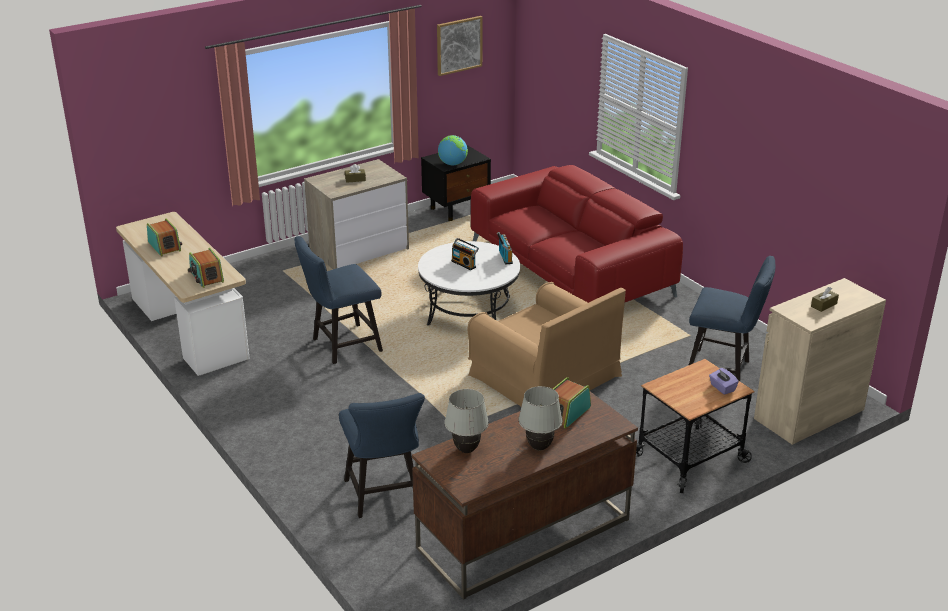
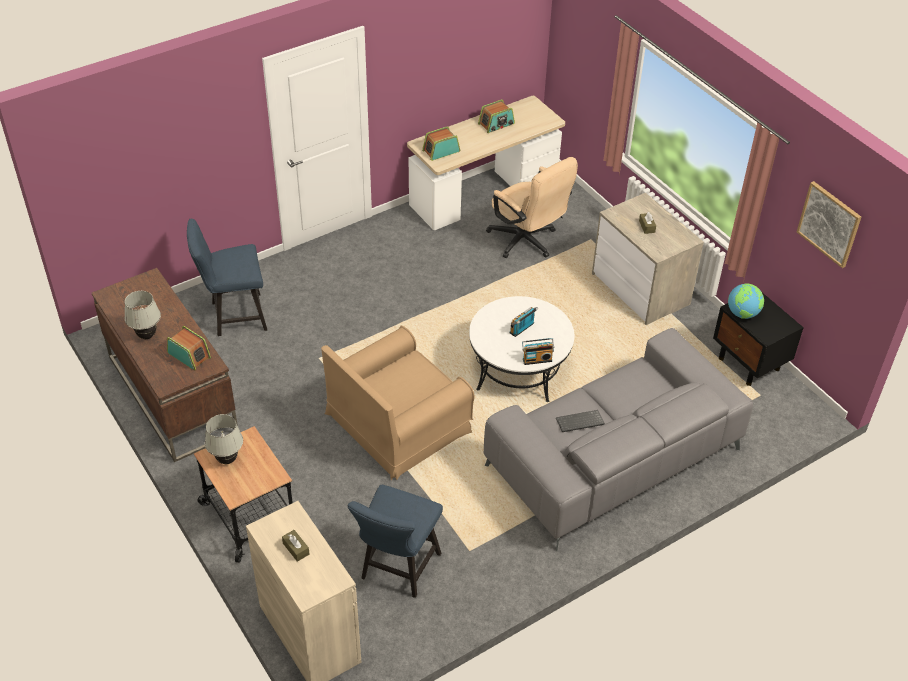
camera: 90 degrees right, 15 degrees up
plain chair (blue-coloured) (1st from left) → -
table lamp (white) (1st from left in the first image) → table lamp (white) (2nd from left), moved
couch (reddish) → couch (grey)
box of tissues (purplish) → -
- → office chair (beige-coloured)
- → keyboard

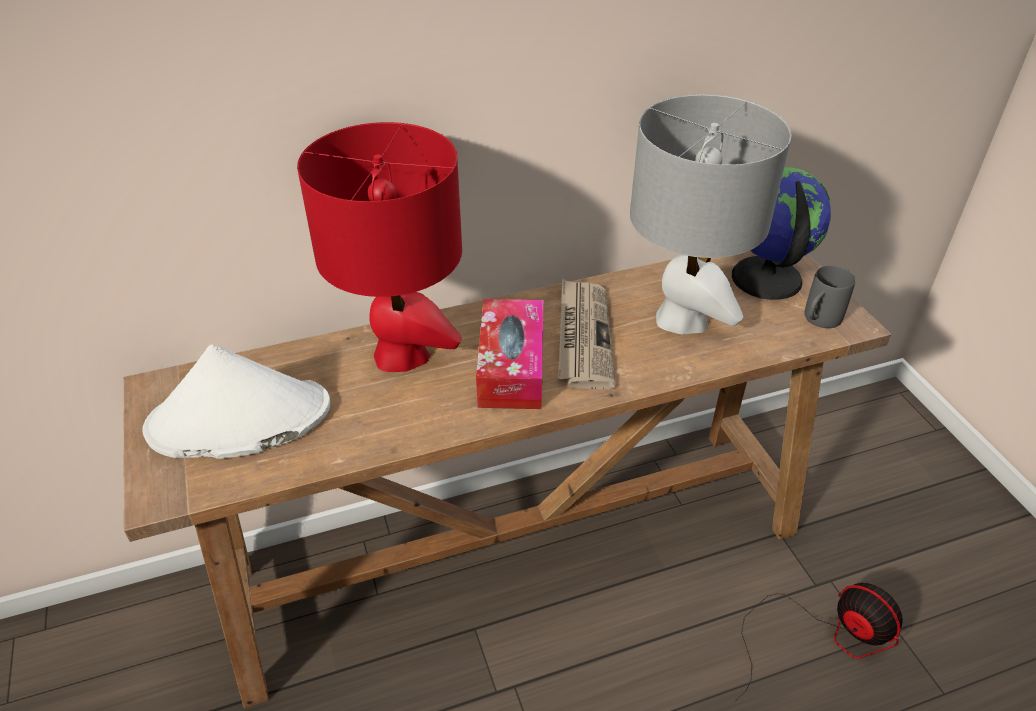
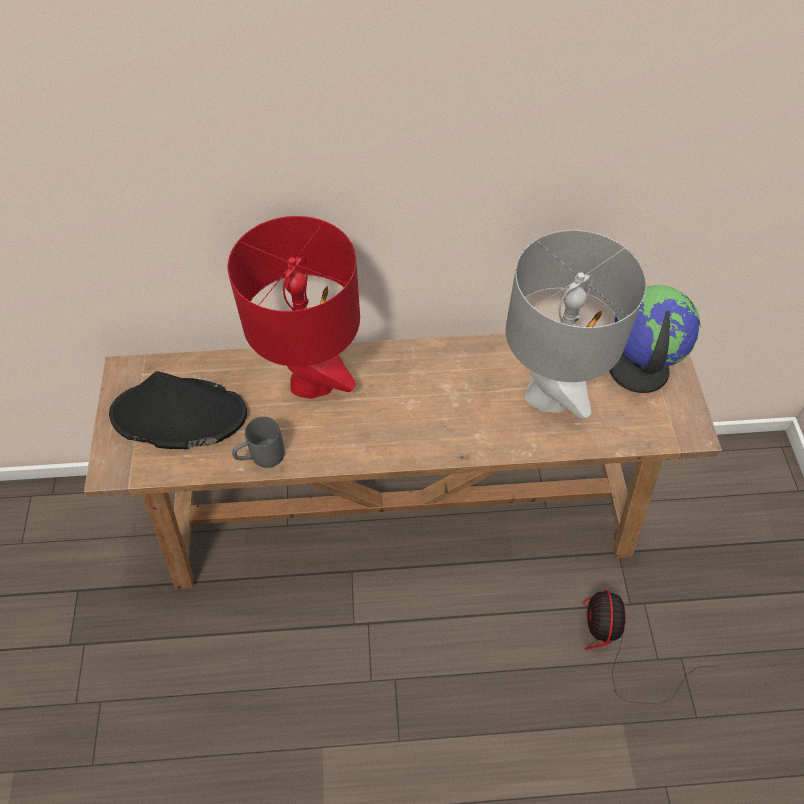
camera: 15 degrees right, 15 degrees up
clothing hat (white) → clothing hat (blackish)
box of tissues → -
printed paper → -
electric fan, 150 degrees counterclockwise
tea mug (grey), moved

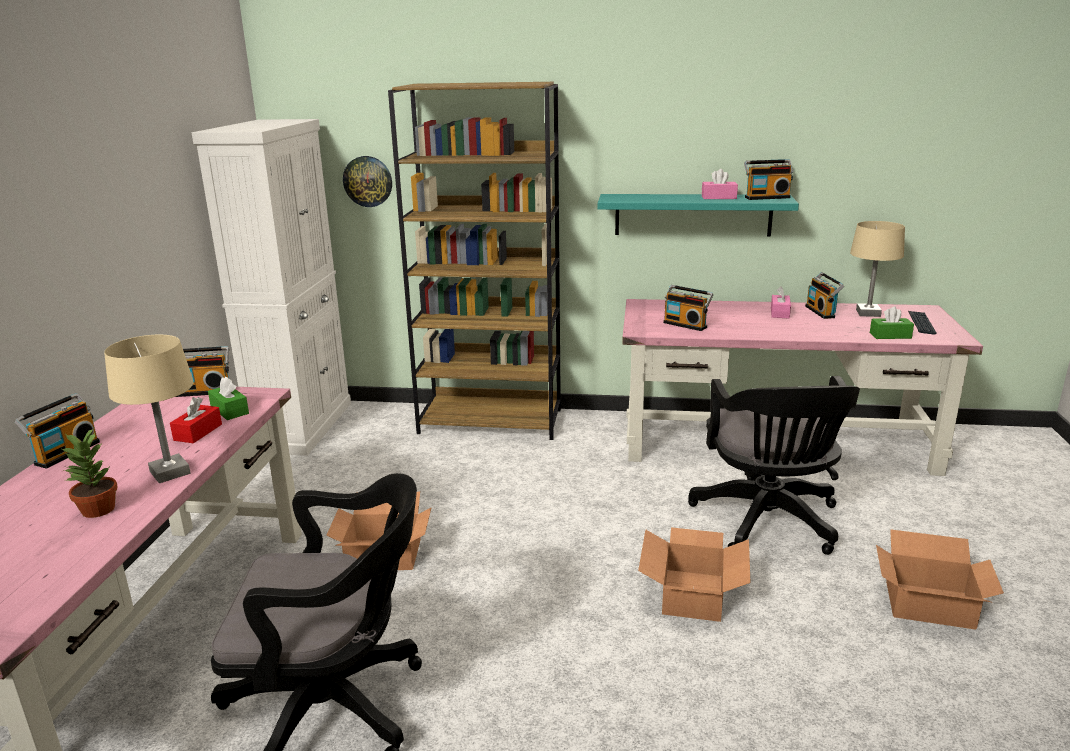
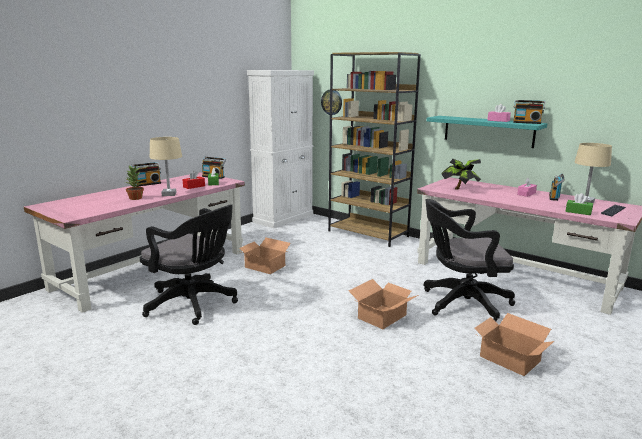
camera: 30 degrees right, 5 degrees down
radio receiver (3rd from left) → houseplant (2nd from left)
office chair (blackish) (2nd from left), 60 degrees clockwise

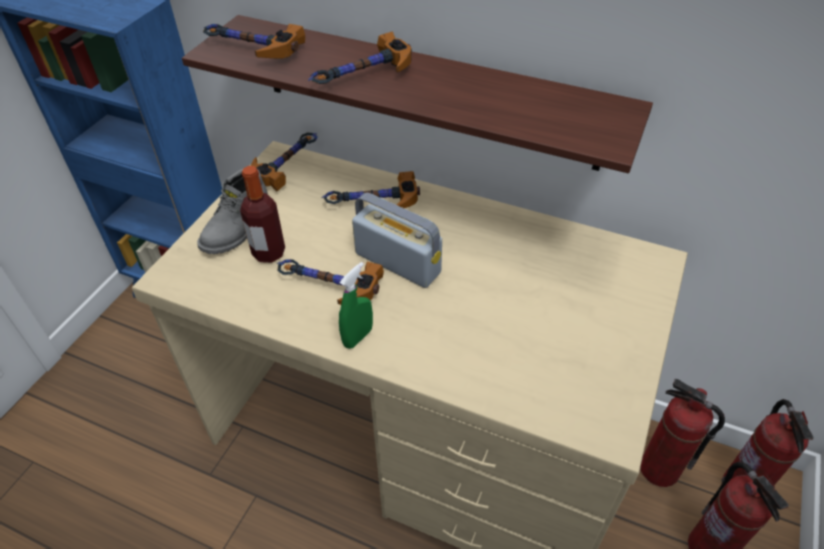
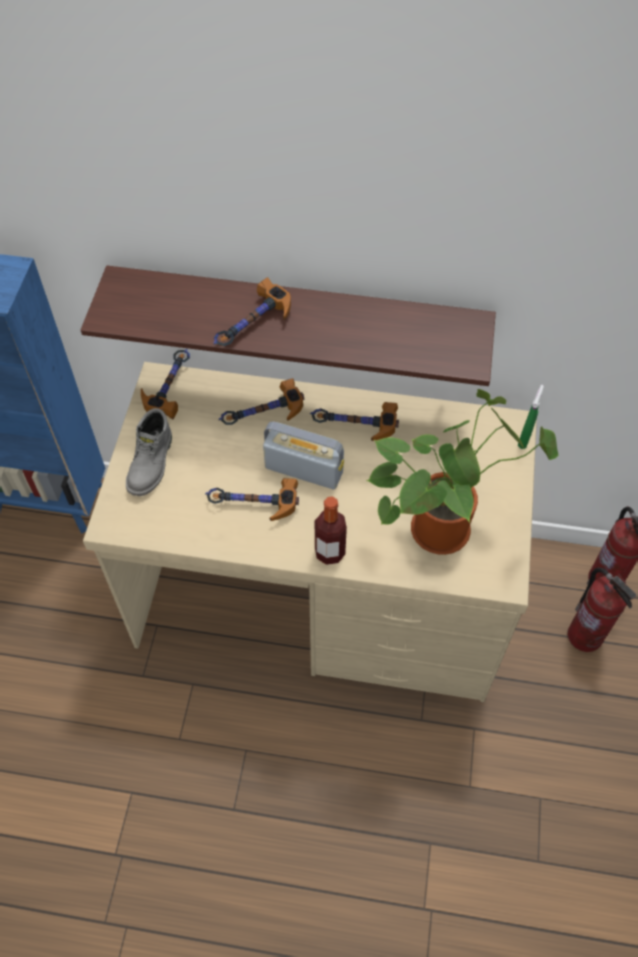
camera: 15 degrees left, 10 degrees up
hammer (1st from left in the first image) → hammer (5th from left), moved
beverage bottle, moved
spray bottle (green-coloured), moved
fire-fighting cylinder (1st from left) → -
- → houseplant

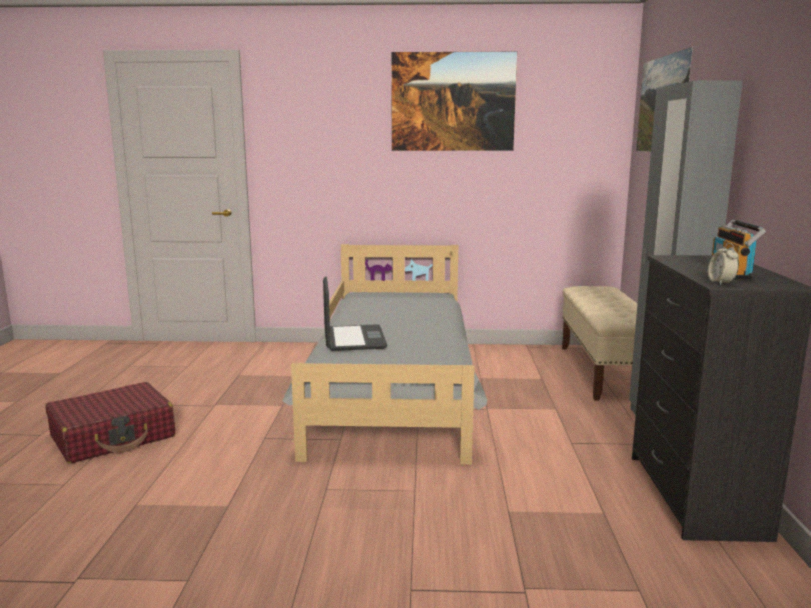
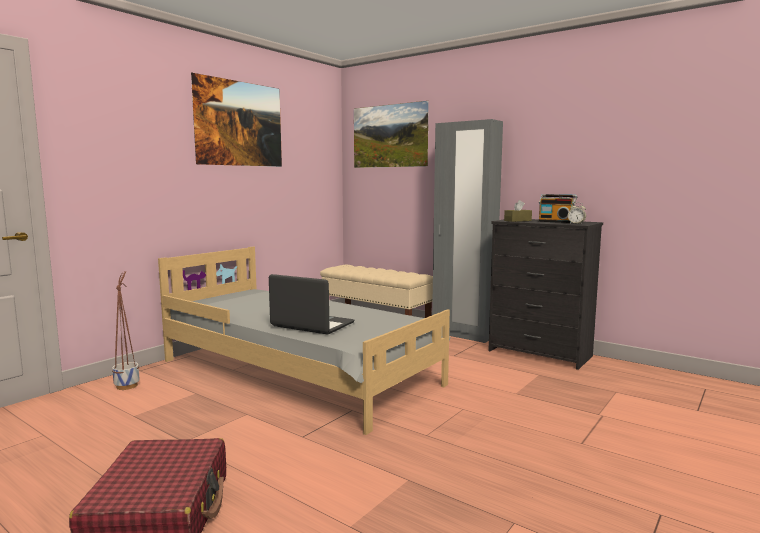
camera: 55 degrees left, 5 degrees down
- → planter
- → box of tissues (brownish)

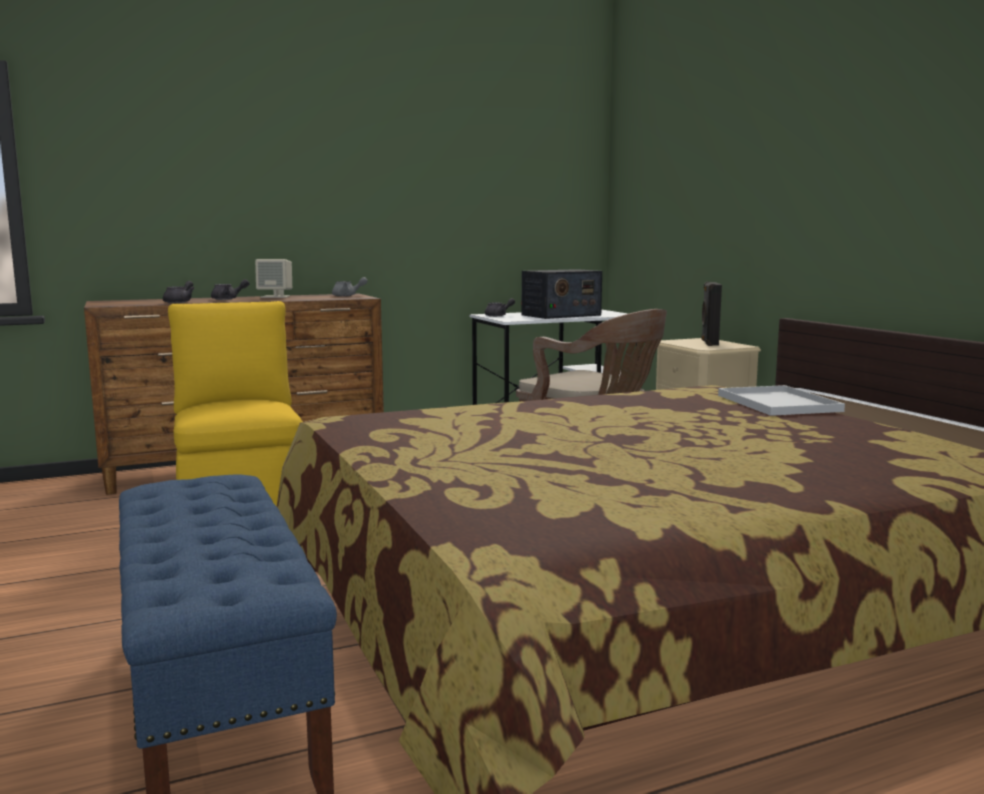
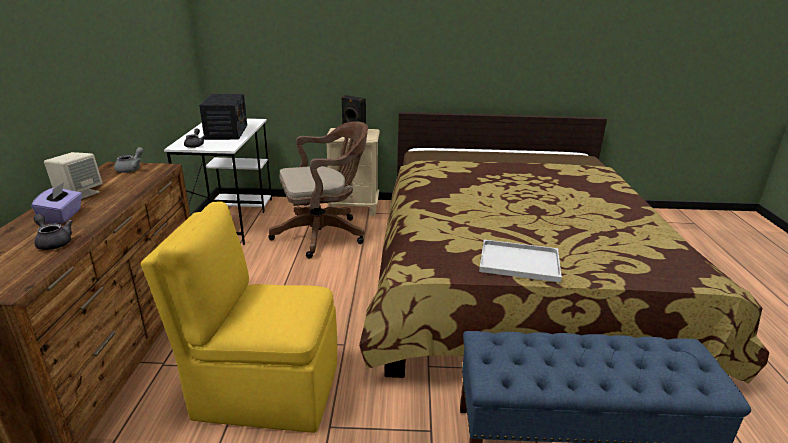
camera: 65 degrees left, 15 degrees up
teapot (grey) (2nd from left) → box of tissues (purplish)
carrying tray (white), moved

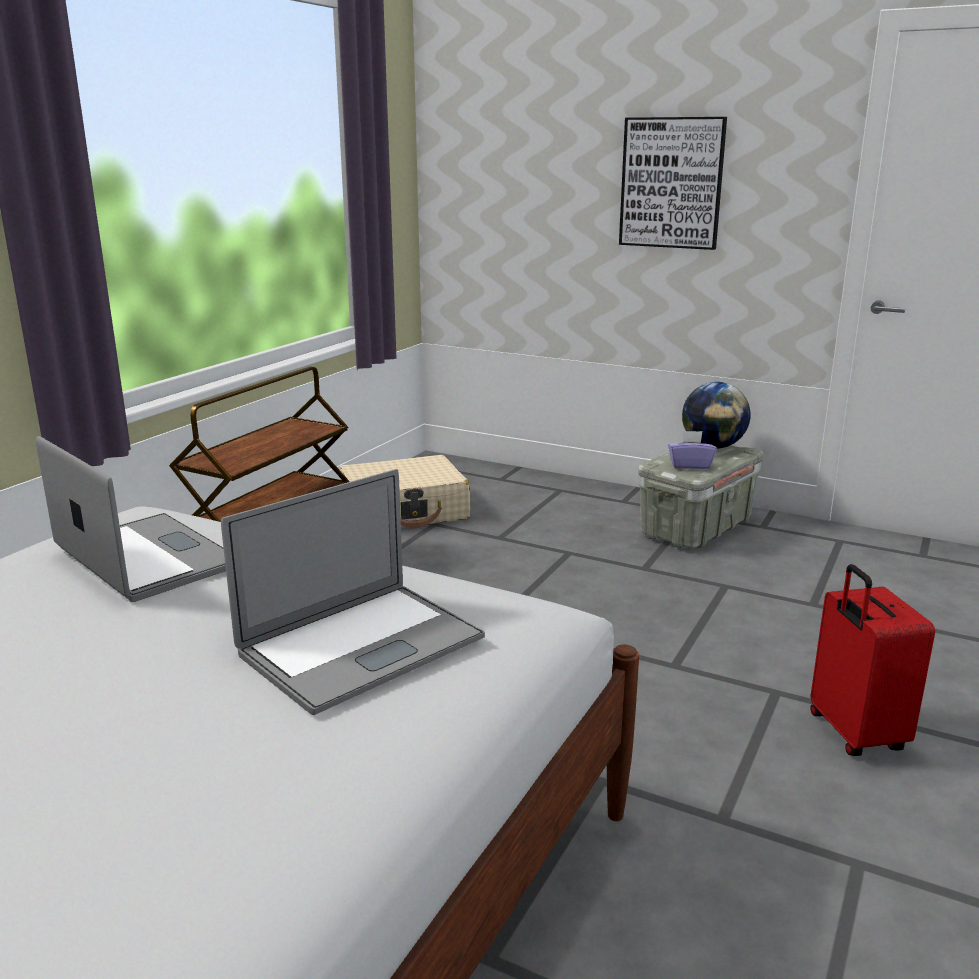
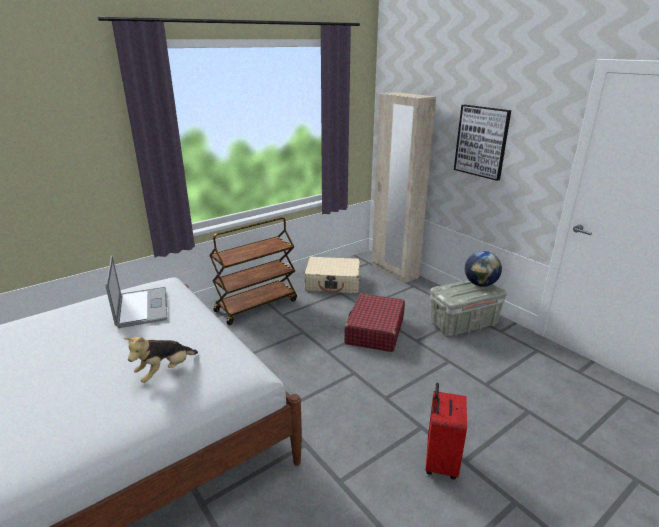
camera: 25 degrees right, 5 degrees up
laptop (2nd from left) → plush toy
box of tissues (purplish) → -
- → suitcase (reddish) (1st from left)
- → armoire (beige-coloured)

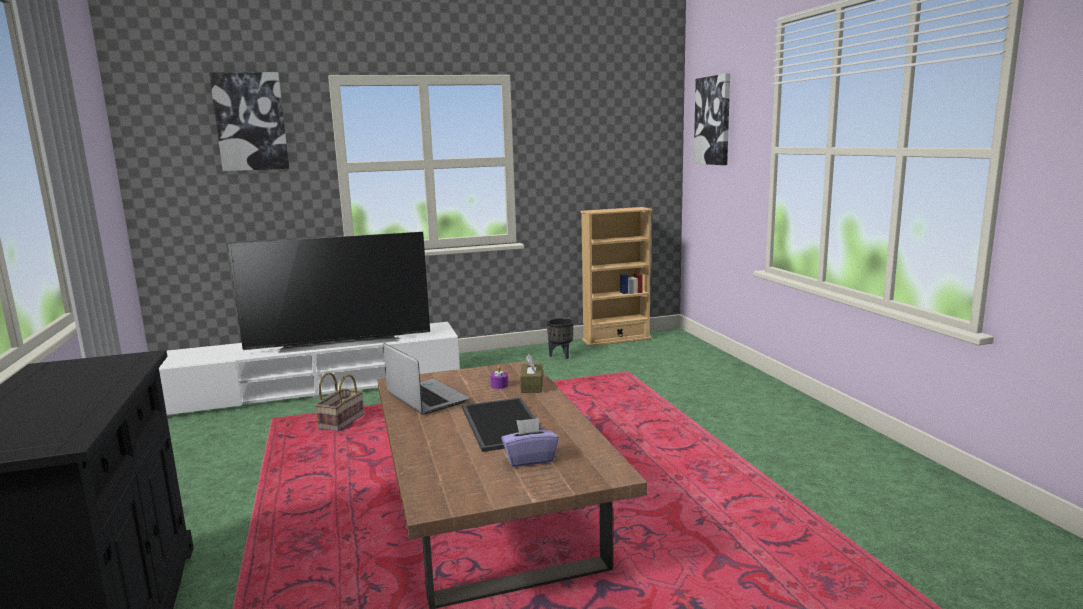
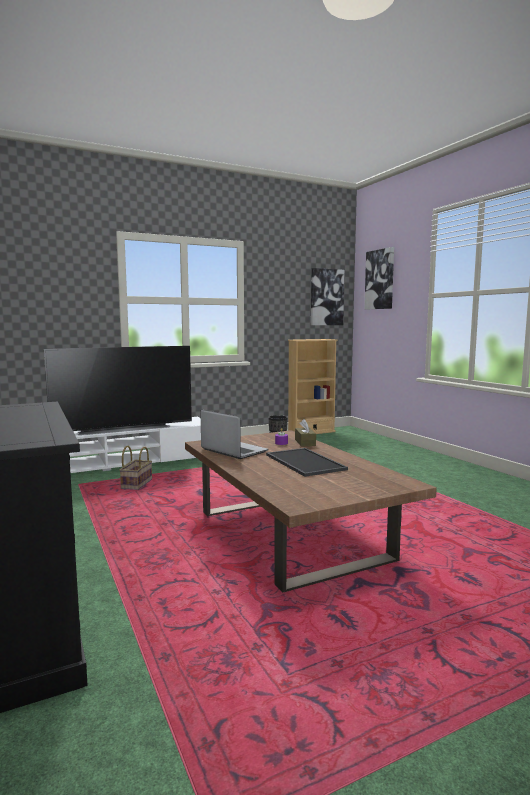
camera: 10 degrees left, 5 degrees down
picture (1st from left), moved
box of tissues (purplish) → -

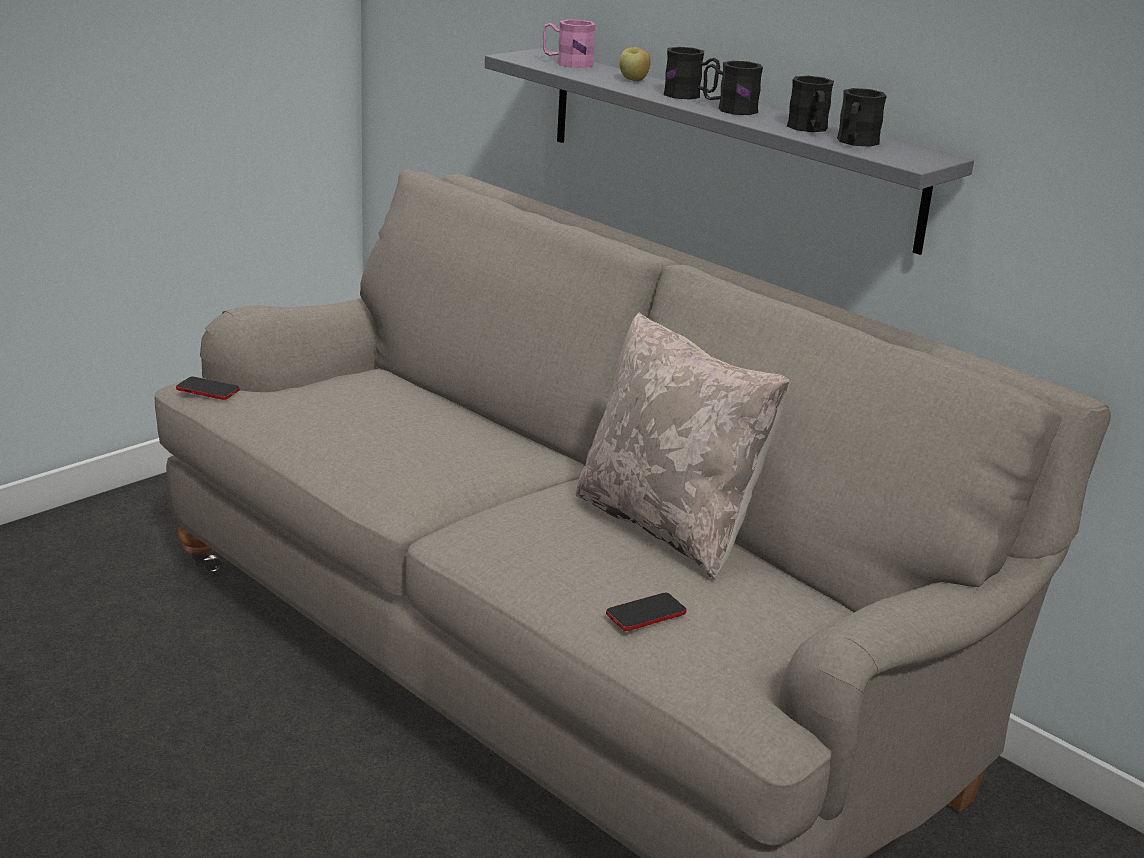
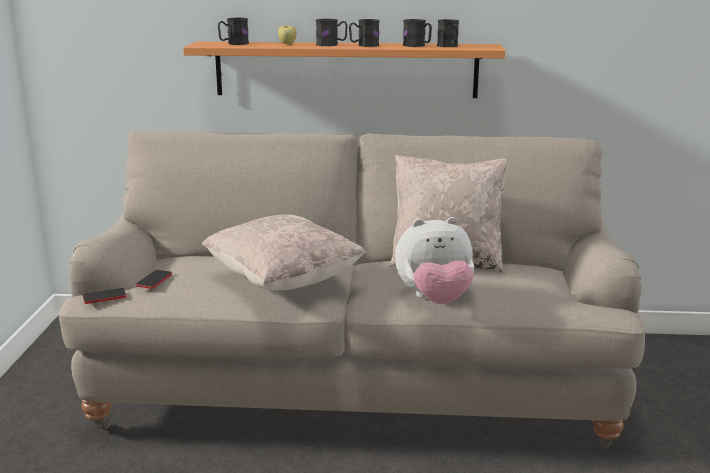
camera: 40 degrees left, 5 degrees down
wall shelf (grey) → wall shelf (orange-coloured)
tea mug (pinkish) → tea mug (blackish) (1st from left)
phone (2nd from left), moved
- → throw pillow (beige-coloured) (1st from left)
- → plush toy

